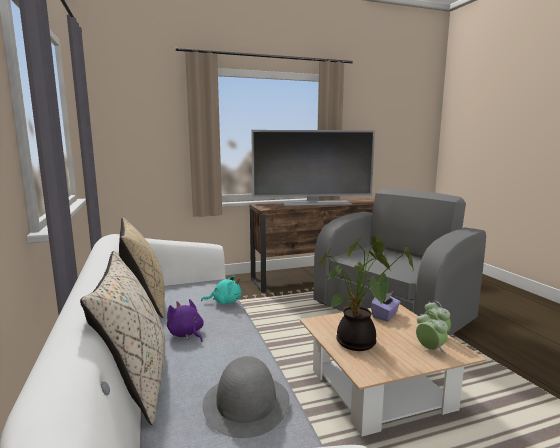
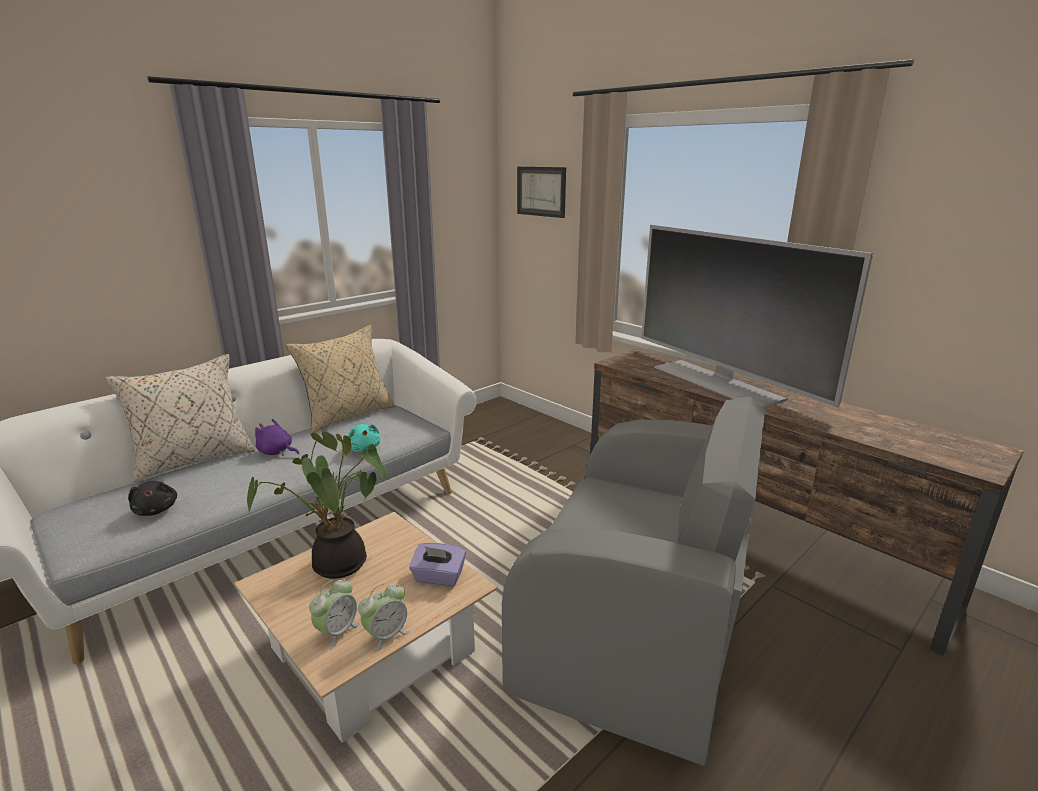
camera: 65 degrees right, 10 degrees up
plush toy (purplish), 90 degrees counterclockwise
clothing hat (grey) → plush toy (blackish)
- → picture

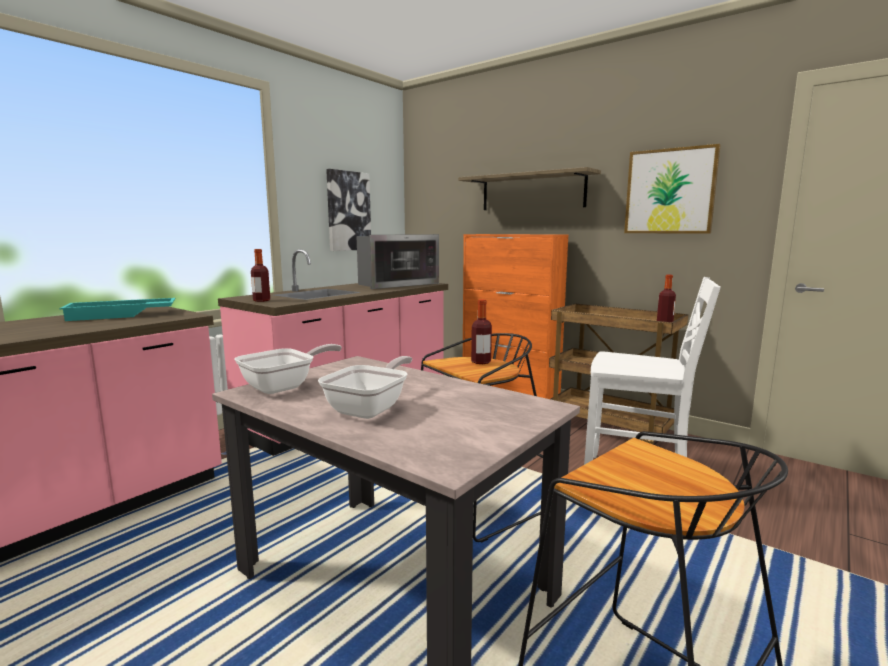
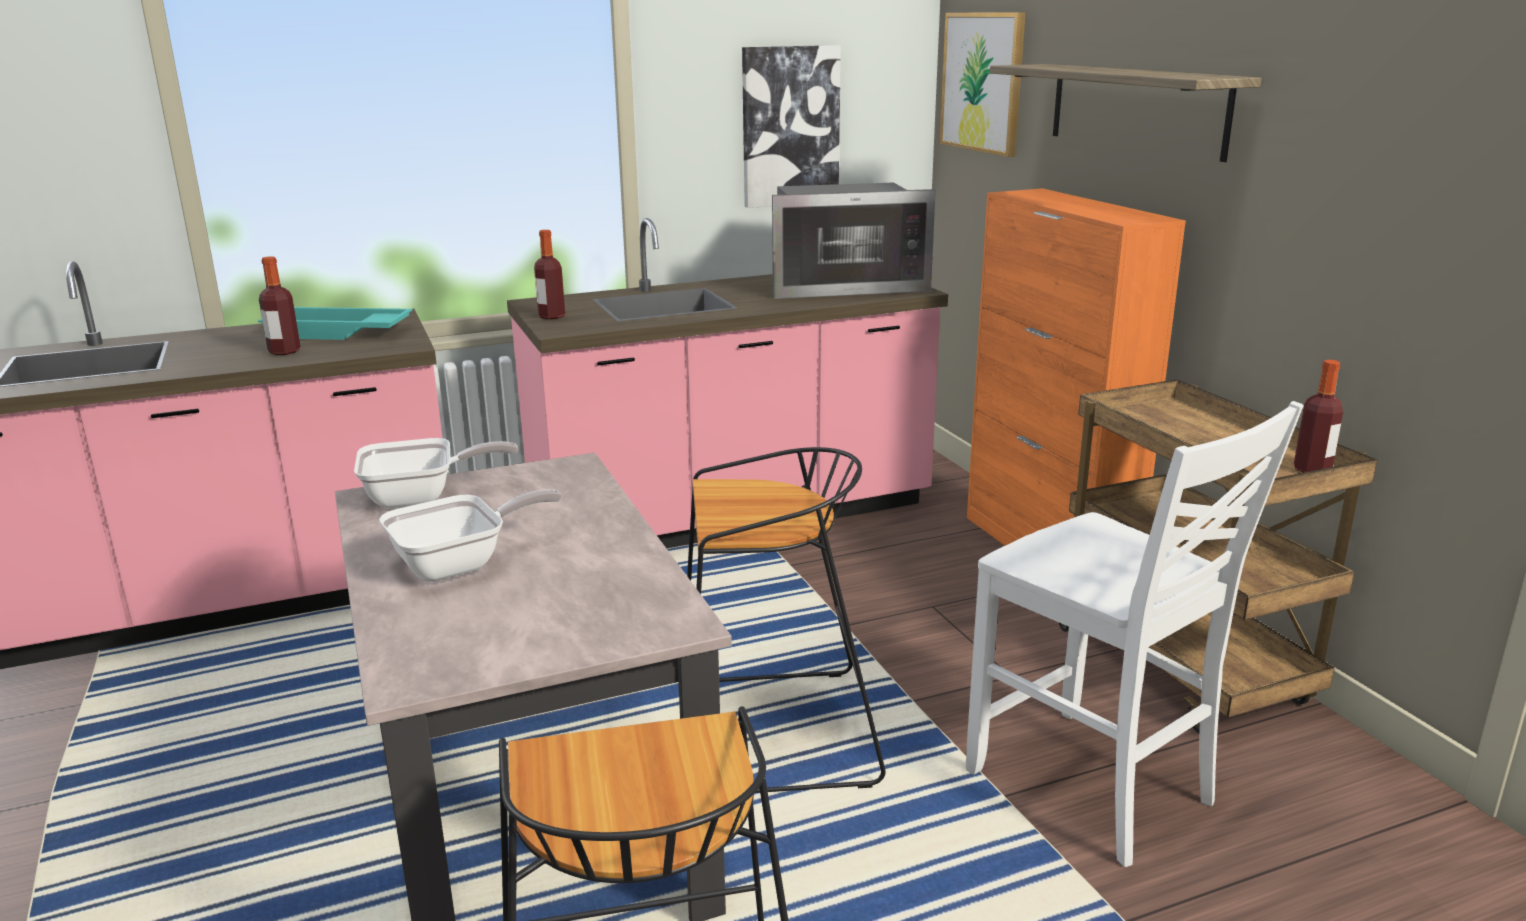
camera: 30 degrees right, 10 degrees up
beverage bottle (2nd from left in the first image) → beverage bottle (1st from left), moved
picture (2nd from left), moved

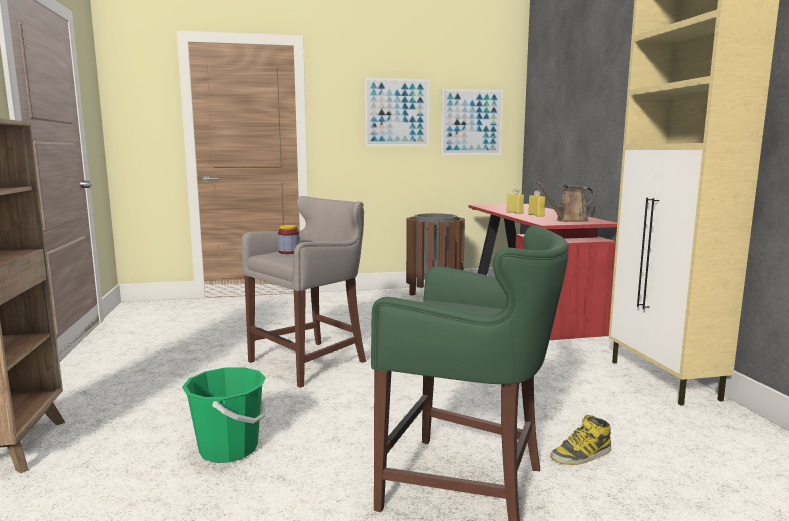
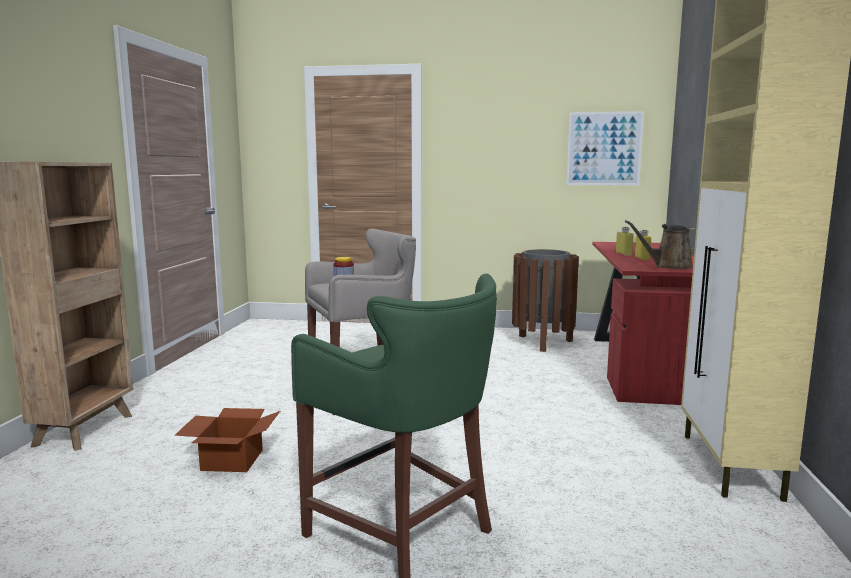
camera: 20 degrees right, 0 degrees up
bucket (green-coloured) → cardboard box
picture (1st from left) → -
boot → -

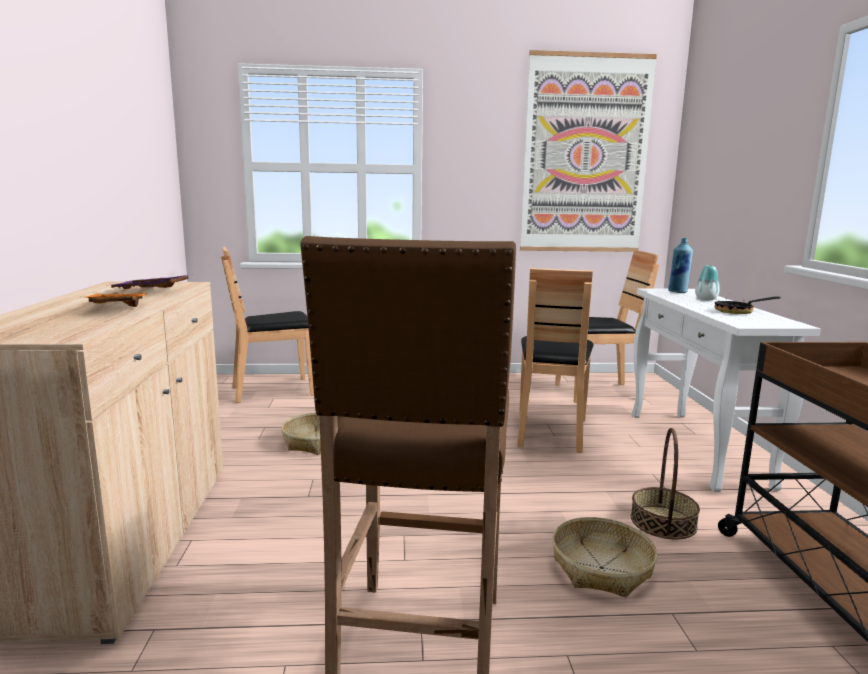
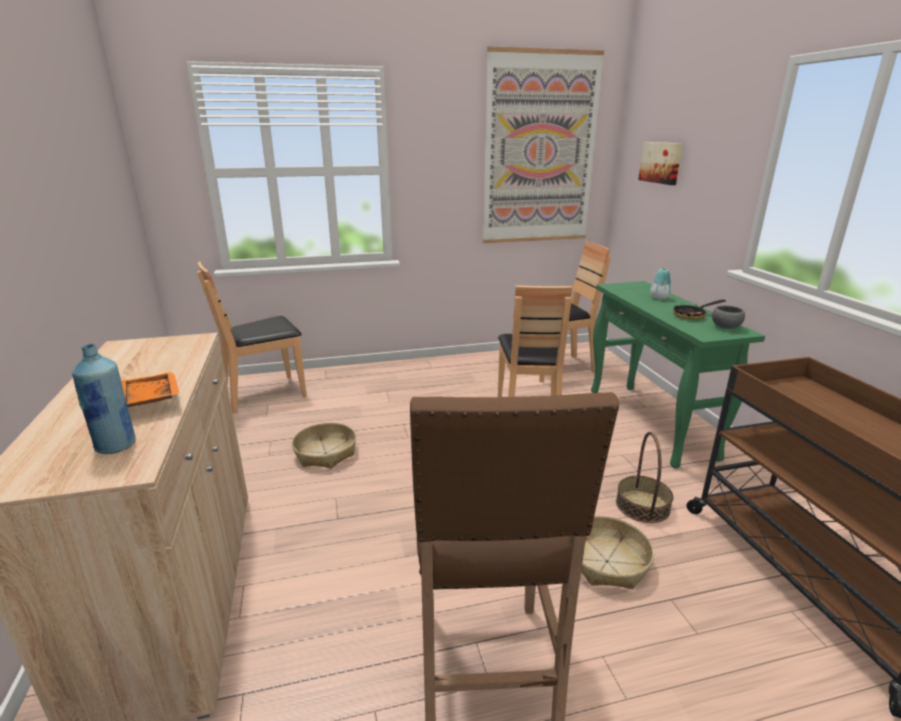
camera: 10 degrees left, 10 degrees up
carrying tray (purplish) → -
console table (white) → console table (green-coloured)
beverage bottle (blue-coloured), moved
- → picture (2nd from left)
- → deep dish (grey)

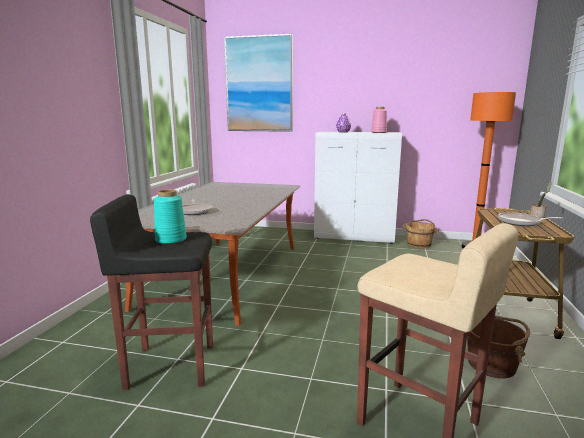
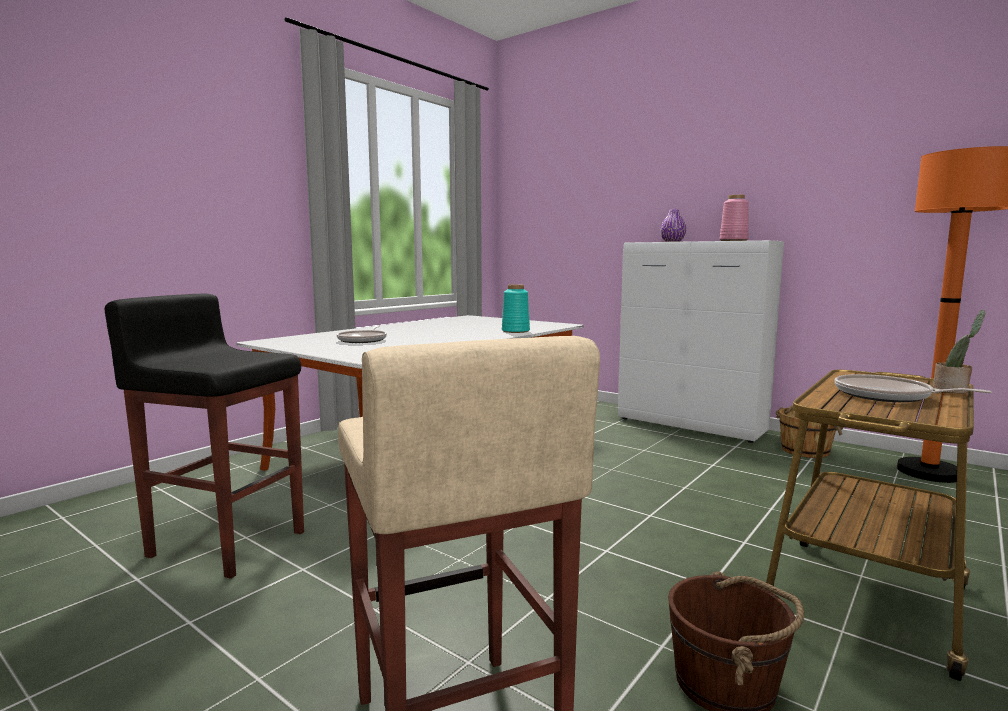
camera: 25 degrees right, 5 degrees down
decorative vase (blue-green), moved
picture → -

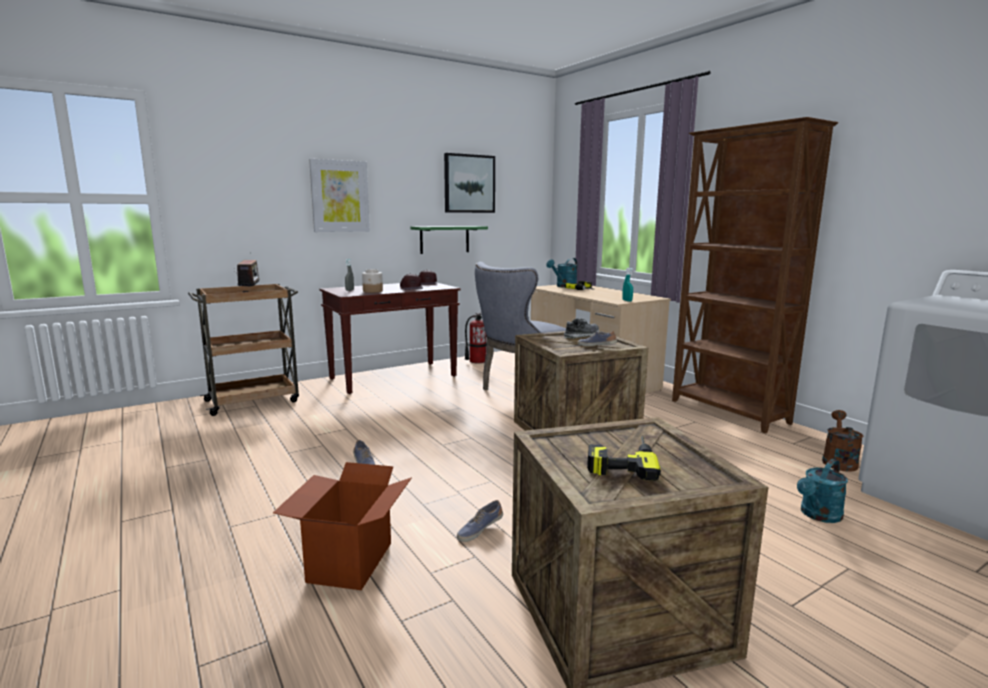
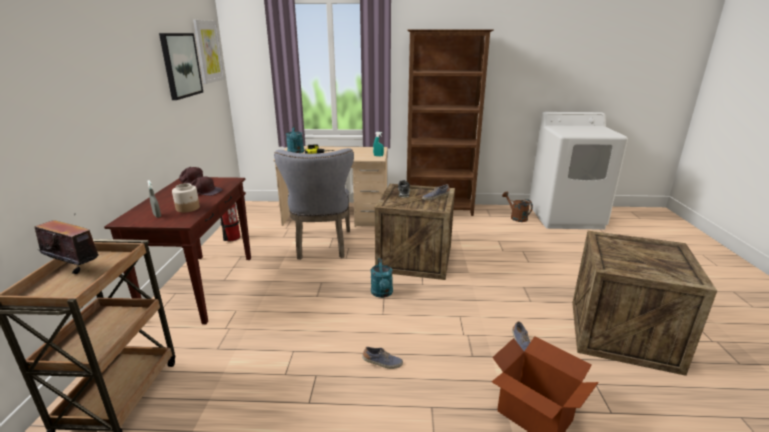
camera: 55 degrees left, 10 degrees up
picture (1st from left in the first image) → picture (2nd from left), moved
wall shelf (green-coloured) → -
drill (2nd from left) → -
watering pot (blue-green) (2nd from left), moved

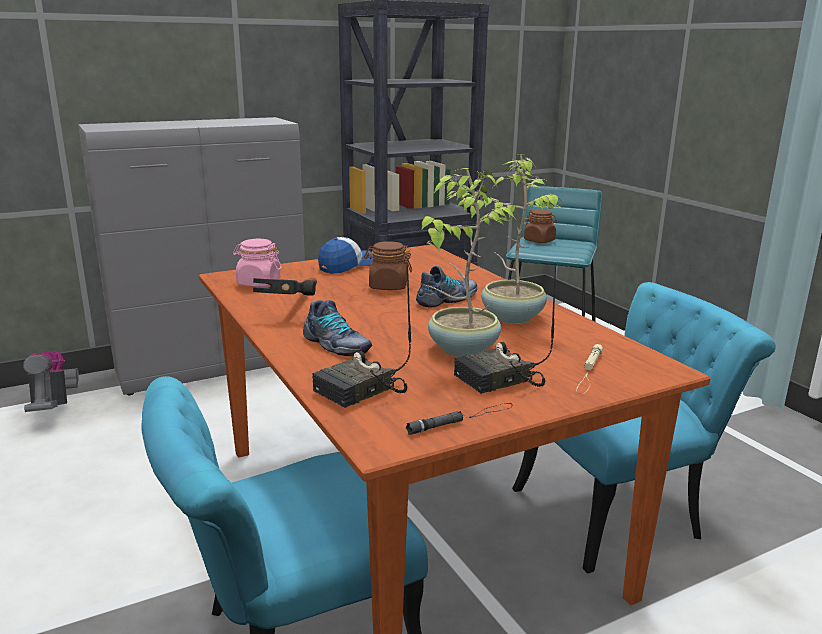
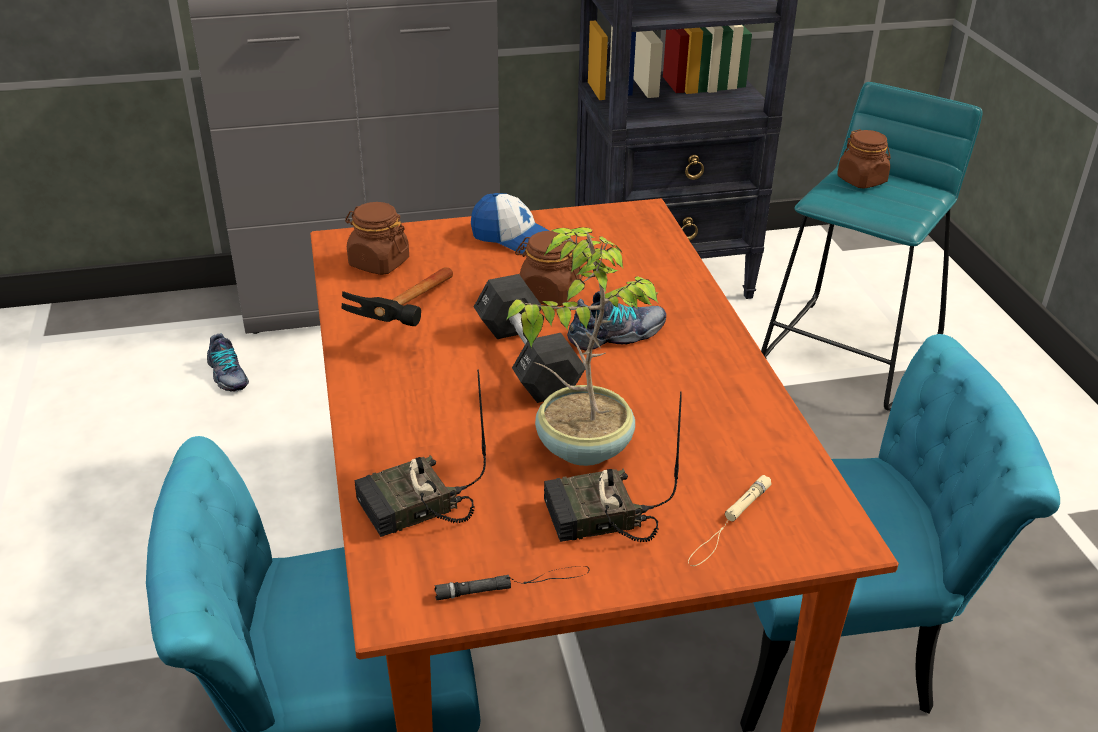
camera: 15 degrees right, 15 degrees up
vacuum cleaner → -
storage jar (pinkish) → storage jar (brownish) (1st from left)
low shoe (1st from left), moved
peaked cap, 60 degrees clockwise
houseplant (2nd from left) → -
- → hand weight (blackish)

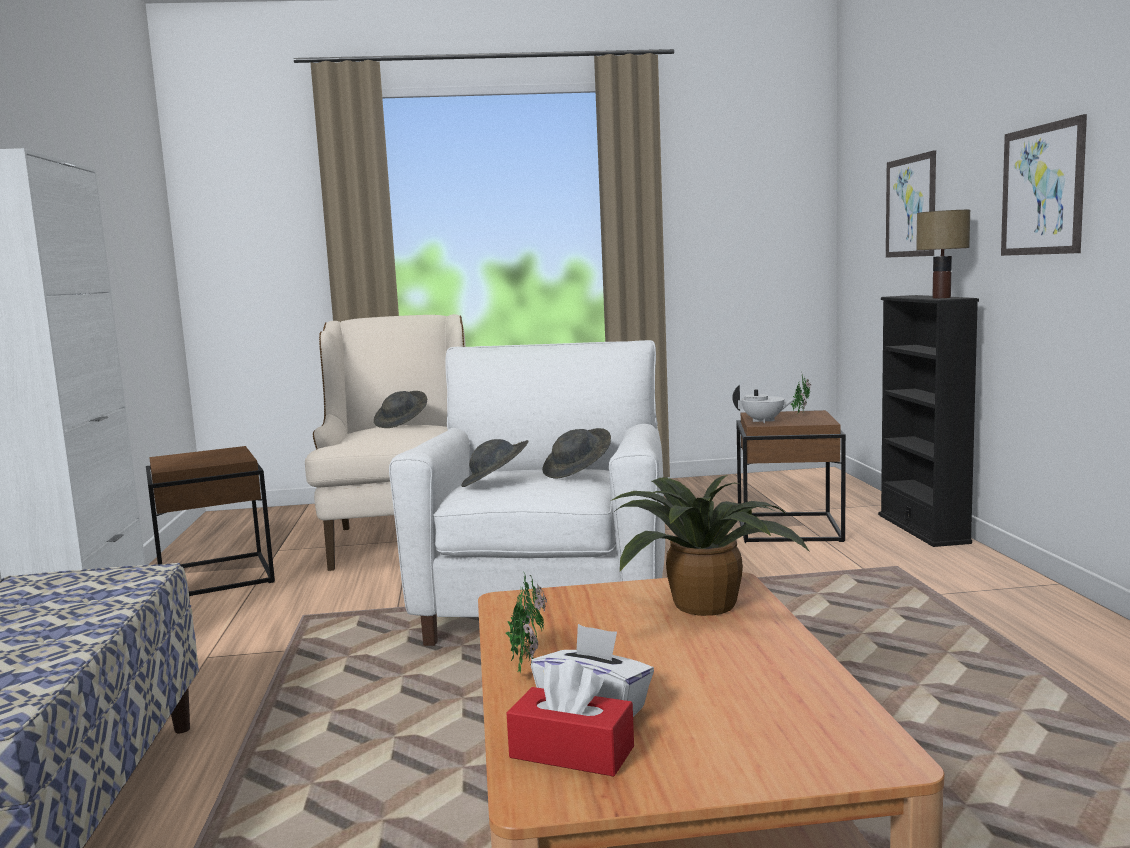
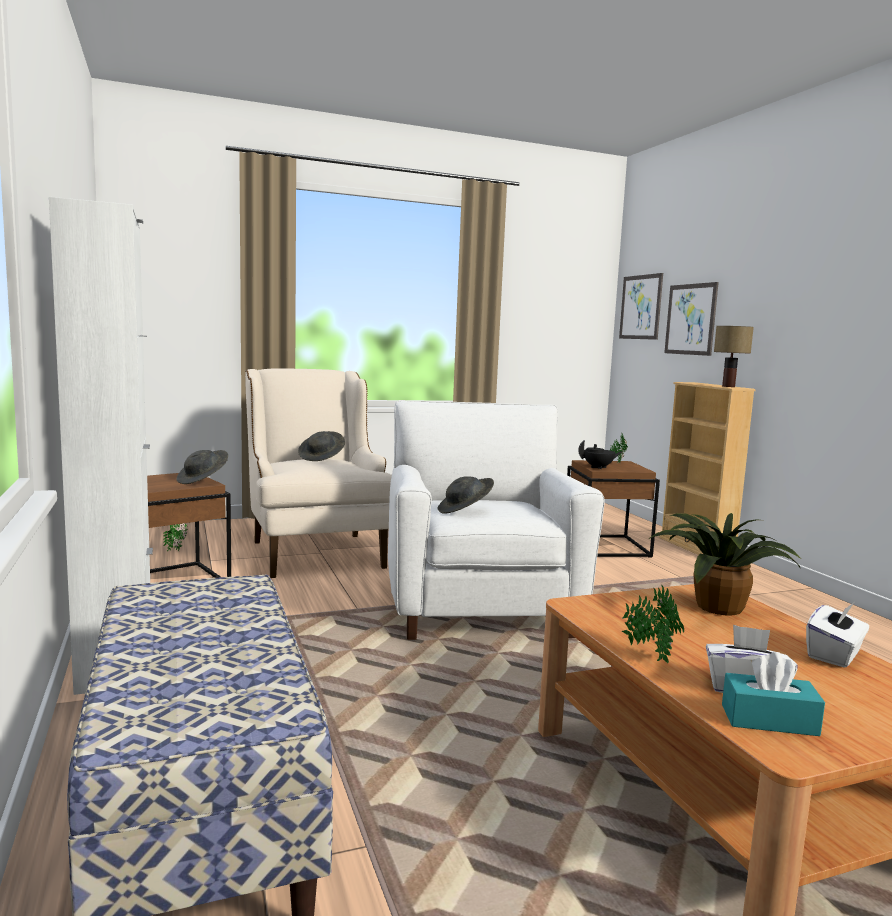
camera: 15 degrees left, 0 degrees up
box of tissues (reddish) → box of tissues (blue-green)
clothing hat (grey) (3rd from left in the first image) → clothing hat (grey) (1st from left), moved
teapot (white) → teapot (blackish)
bookshelf (blackish) → bookshelf (beige-coloured)
picture (2nd from left in the first image) → picture (1st from left), moved
- → houseplant (1st from left)
- → box of tissues (white) (2nd from left)

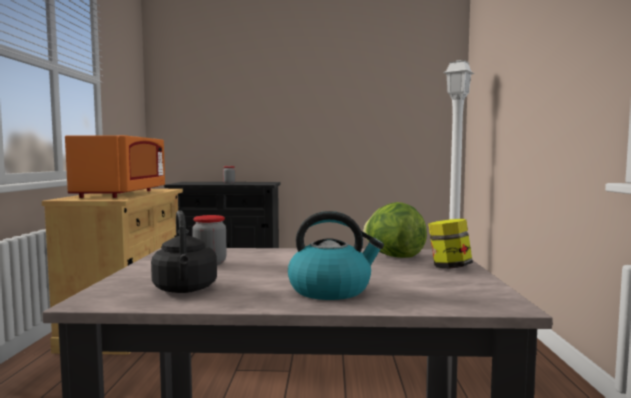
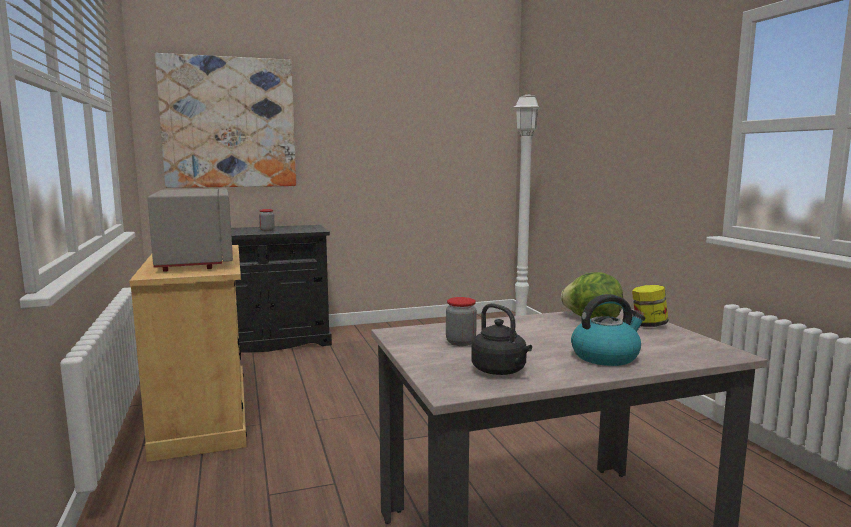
camera: 20 degrees left, 5 degrees up
microwave (orange-coloured) → microwave (grey)
- → picture

